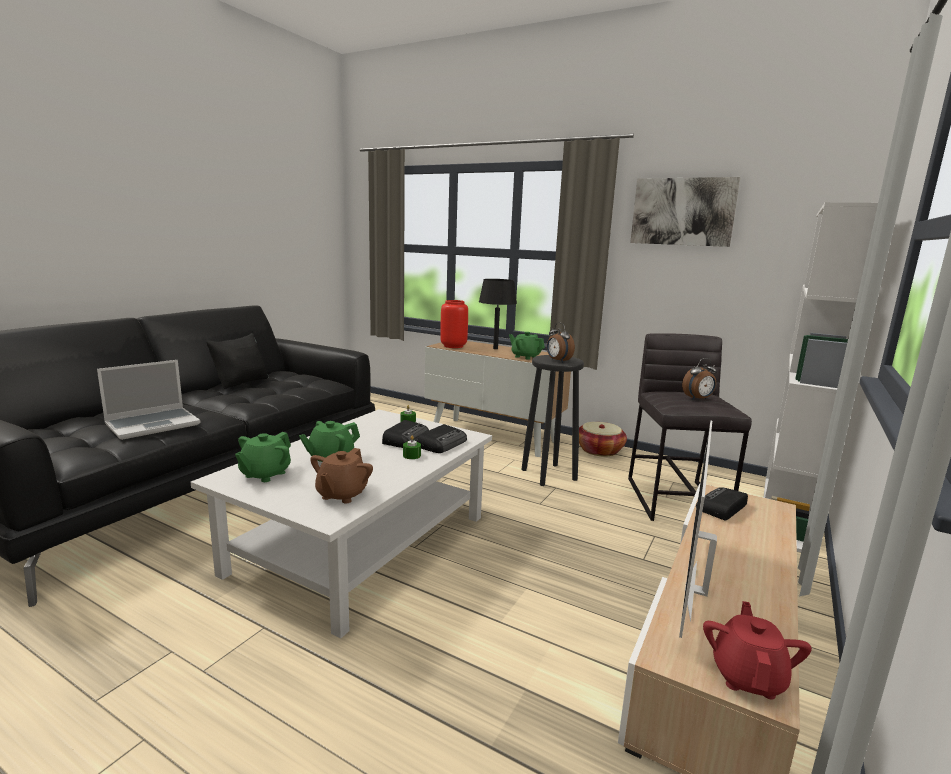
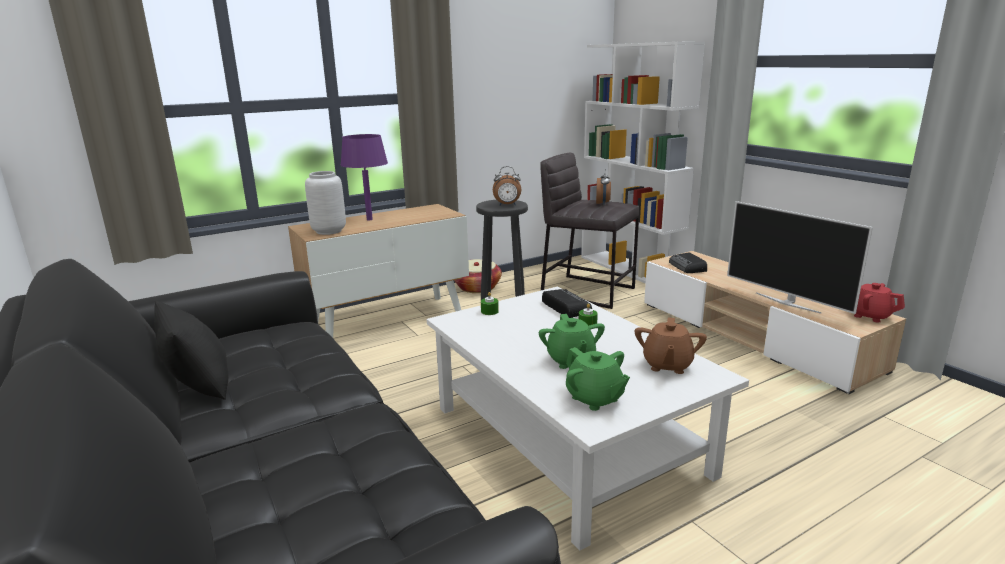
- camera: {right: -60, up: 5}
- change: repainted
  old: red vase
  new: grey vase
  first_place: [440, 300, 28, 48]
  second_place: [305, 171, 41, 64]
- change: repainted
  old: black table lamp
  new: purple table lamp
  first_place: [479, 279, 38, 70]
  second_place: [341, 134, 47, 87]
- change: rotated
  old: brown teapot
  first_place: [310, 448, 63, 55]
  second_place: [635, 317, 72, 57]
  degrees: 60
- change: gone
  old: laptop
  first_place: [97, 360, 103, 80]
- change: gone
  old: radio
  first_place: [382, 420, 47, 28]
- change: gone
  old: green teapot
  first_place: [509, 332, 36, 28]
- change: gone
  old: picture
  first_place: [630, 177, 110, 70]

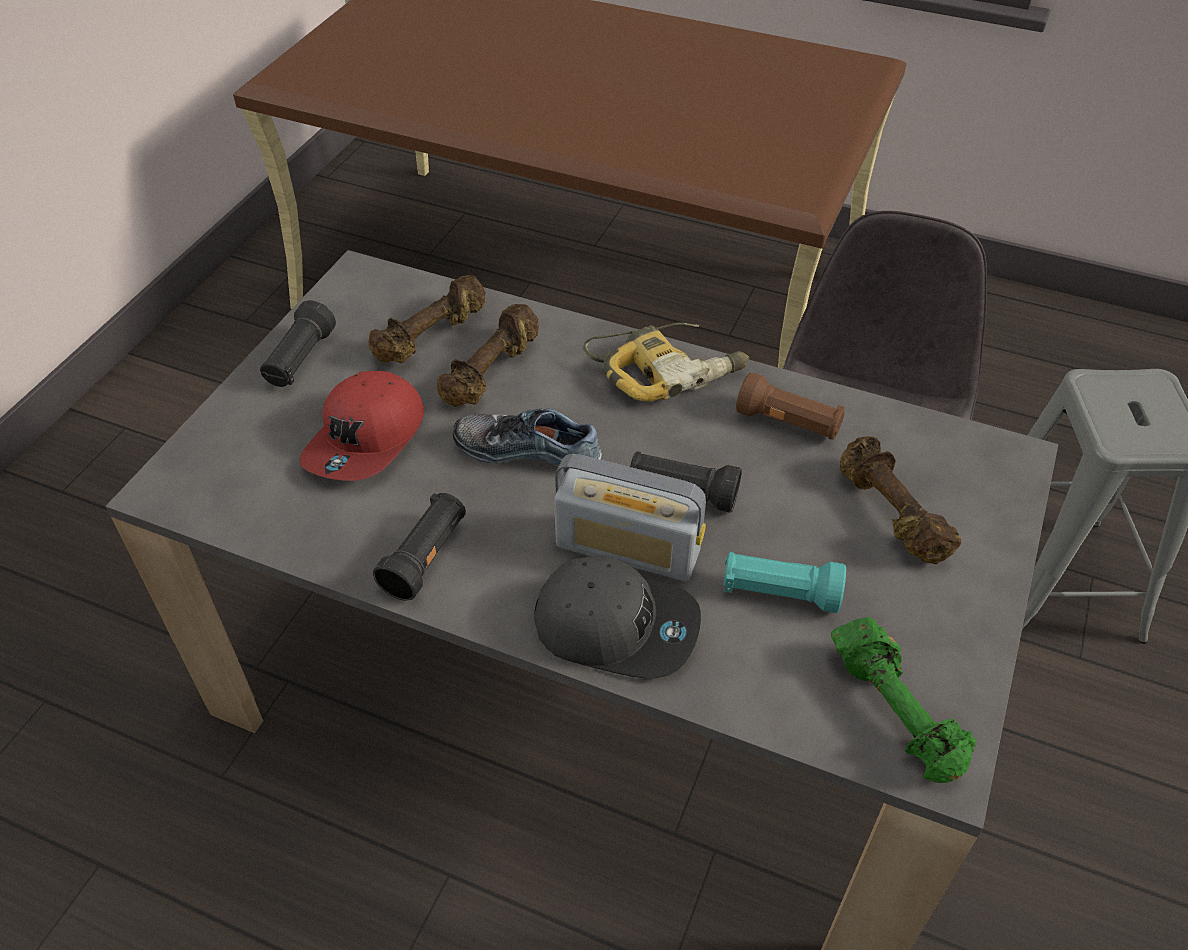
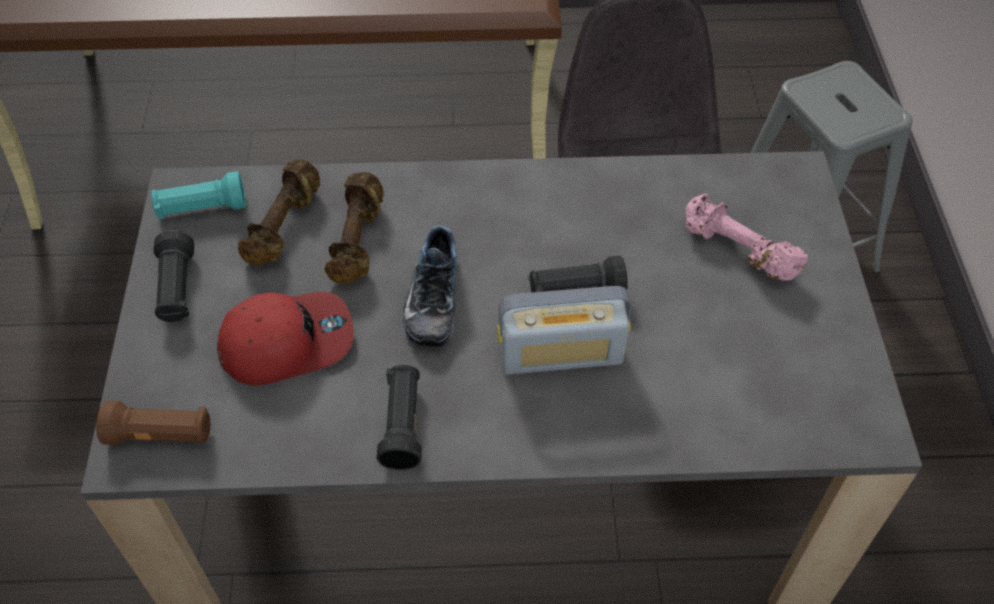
- camera: {right: -25, up: 5}
- change: shifted
  old: brown flashlight
  first_place: [736, 372, 109, 68]
  second_place: [96, 401, 114, 44]
- change: shifted
  old: turquoise flashlight
  first_place: [723, 552, 123, 61]
  second_place: [151, 171, 95, 49]
- change: rotated
  old: red cap
  first_place: [299, 371, 125, 110]
  second_place: [217, 292, 136, 94]
  degrees: -105
- change: rotated
  old: shoe
  first_place: [453, 409, 149, 63]
  second_place: [403, 225, 54, 122]
  degrees: -75
- change: repainted
  old: brown dumbbell
  new: pink dumbbell
  first_place: [840, 436, 121, 128]
  second_place: [685, 194, 123, 87]
- change: gone
  old: grey cap
  first_place: [534, 556, 167, 123]
- change: gone
  old: power drill
  first_place: [583, 322, 166, 80]
- change: gone
  old: green dumbbell
  first_place: [831, 617, 145, 166]

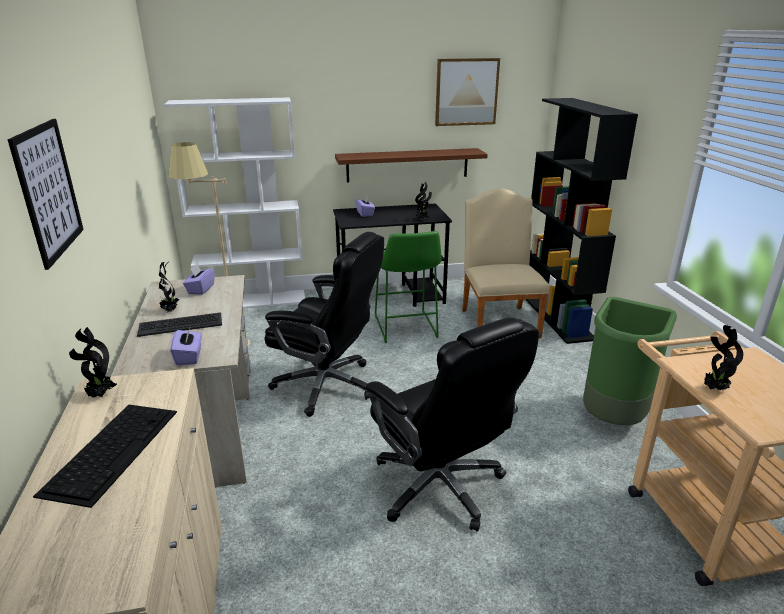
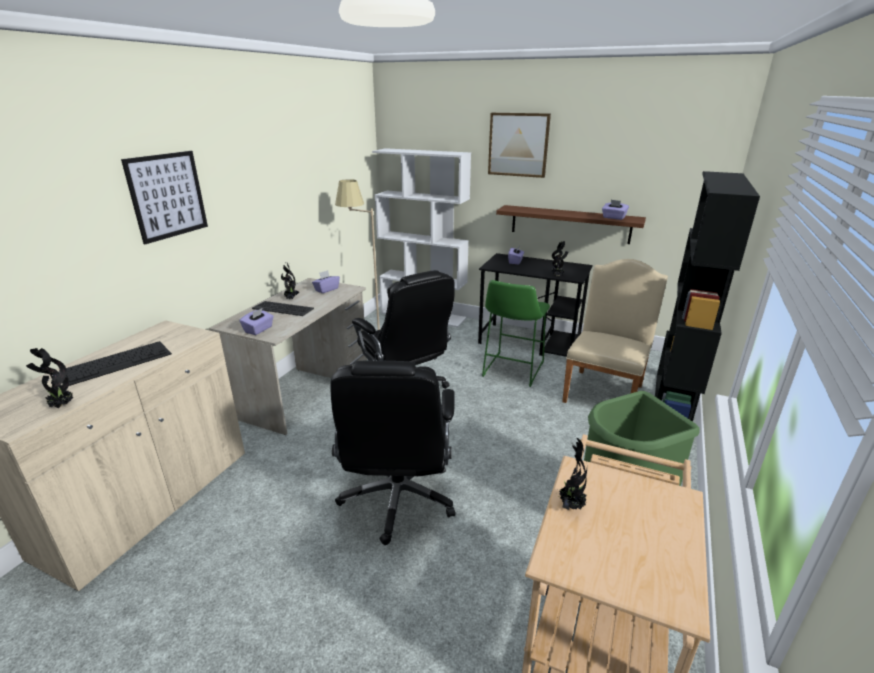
- camera: {right: 35, up: 0}
- change: shifted
  old: potted plant
  first_place: [69, 327, 48, 71]
  second_place: [26, 348, 47, 61]
- change: shifted
  old: picture
  first_place: [435, 58, 65, 68]
  second_place: [488, 113, 63, 65]
- change: new
  new: purple tissue box
  second_place: [602, 200, 27, 20]

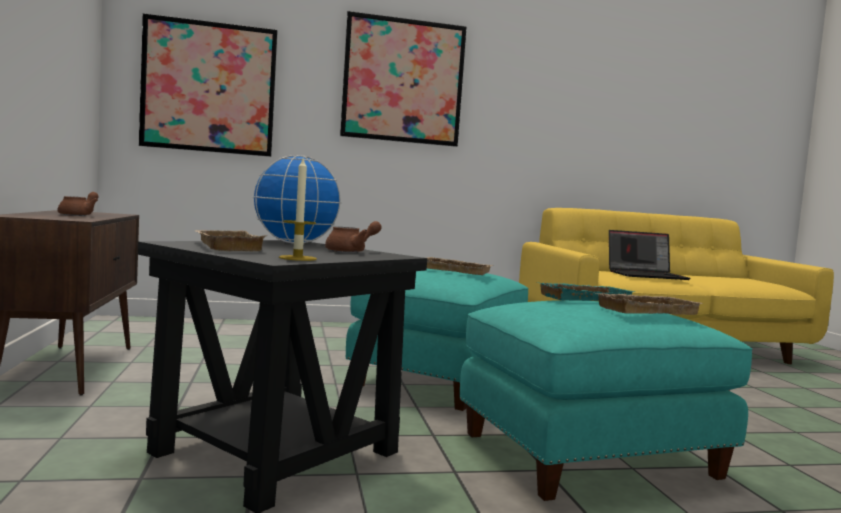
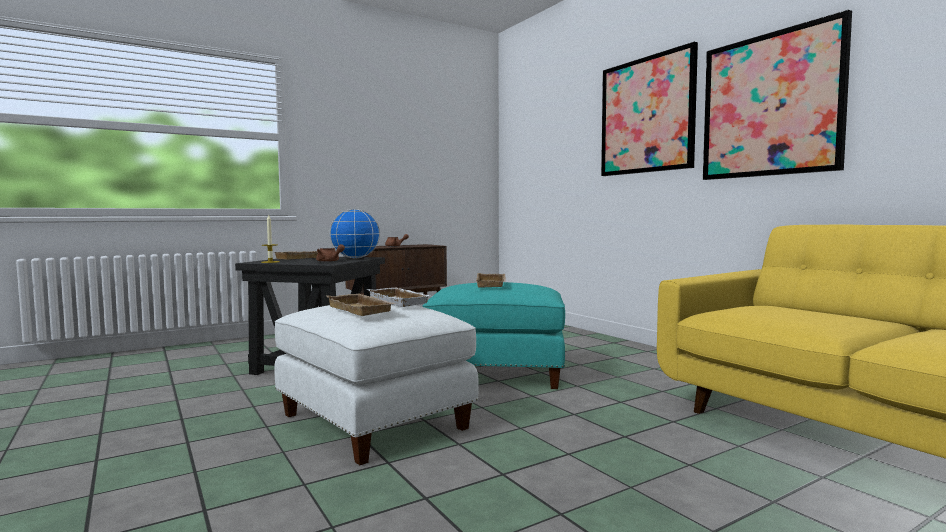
- camera: {right: 70, up: 0}
- change: repainted
  old: turquoise ottoman
  new: white ottoman
  first_place: [460, 300, 293, 201]
  second_place: [274, 304, 205, 161]
- change: repainted
  old: turquoise tray
  new: white tray
  first_place: [537, 282, 98, 19]
  second_place: [367, 287, 64, 20]
- change: shifted
  old: picture
  first_place: [139, 13, 139, 144]
  second_place: [703, 10, 149, 170]
- change: gone
  old: laptop
  first_place: [609, 230, 82, 50]

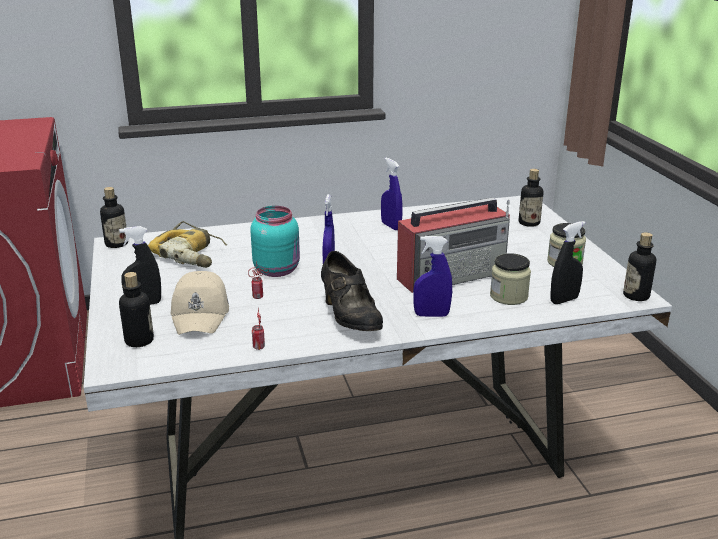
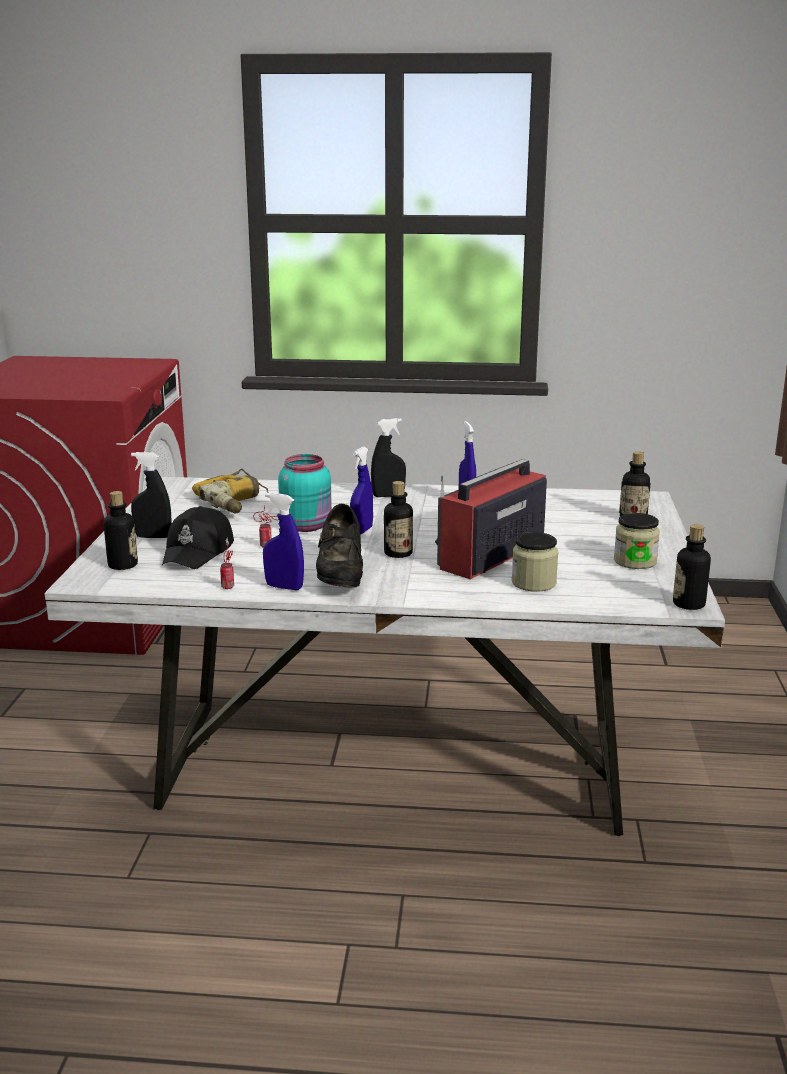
- camera: {right: 20, up: -5}
- change: repainted
  old: beige cap
  new: black cap
  first_place: [171, 271, 58, 64]
  second_place: [162, 506, 72, 63]
- change: shifted
  old: blue spray bottle
  first_place: [413, 236, 39, 81]
  second_place: [263, 492, 41, 98]
- change: shifted
  old: black spray bottle
  first_place: [550, 221, 36, 83]
  second_place: [371, 418, 35, 79]
- change: shifted
  old: bottle
  first_place: [100, 187, 28, 61]
  second_place: [384, 481, 29, 77]
- change: rotated
  old: radio
  first_place: [397, 197, 113, 96]
  second_place: [435, 459, 112, 120]
  degrees: 135

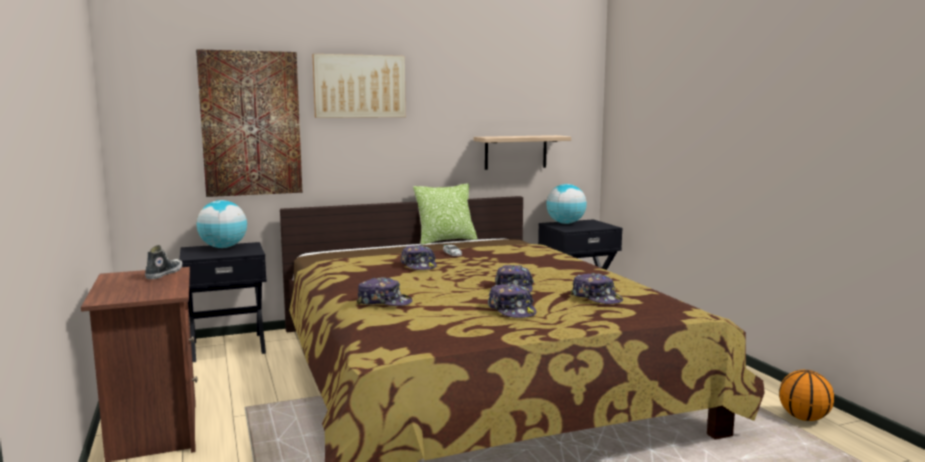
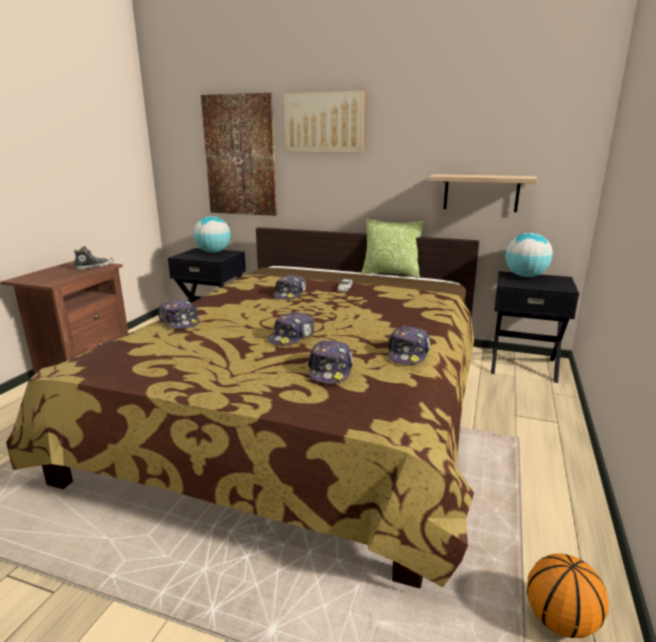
- camera: {right: 40, up: 10}
- change: shifted
  old: cap
  first_place: [488, 283, 49, 35]
  second_place: [387, 325, 43, 40]

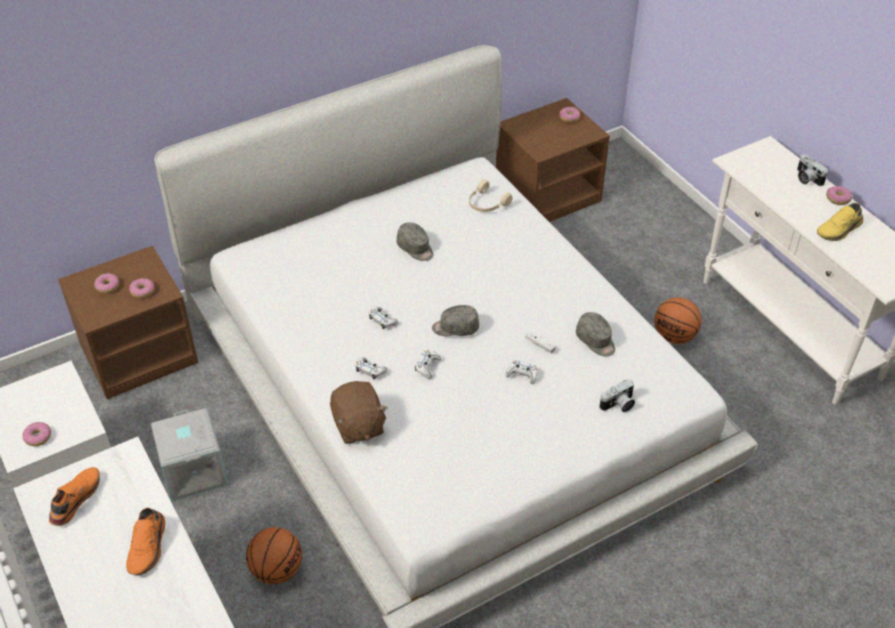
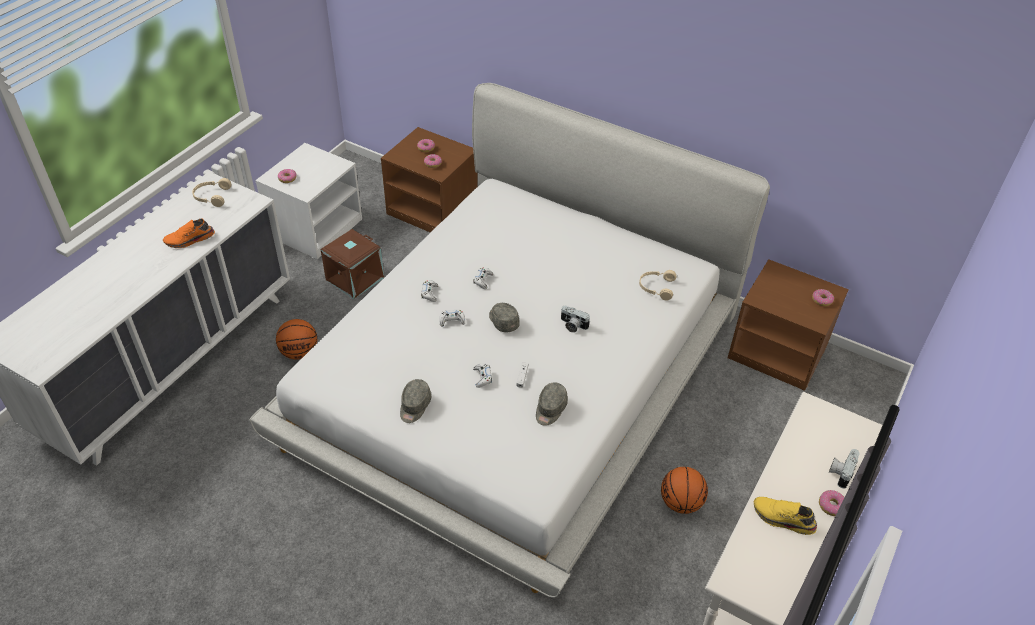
- camera: {right: 60, up: 0}
- change: swapped
  old: orange shoe
  new: beige headphones
  first_place: [49, 467, 51, 59]
  second_place: [192, 178, 39, 29]
- change: repainted
  old: grey storage box
  new: brown storage box
  first_place: [151, 408, 77, 94]
  second_place: [321, 229, 63, 70]
- change: shifted
  old: grey cap
  first_place: [397, 222, 36, 39]
  second_place: [400, 379, 31, 44]
- change: shifted
  old: photo camera
  first_place: [599, 379, 36, 33]
  second_place: [561, 306, 29, 27]
- change: gone
  old: brown plush toy
  first_place: [330, 381, 58, 63]

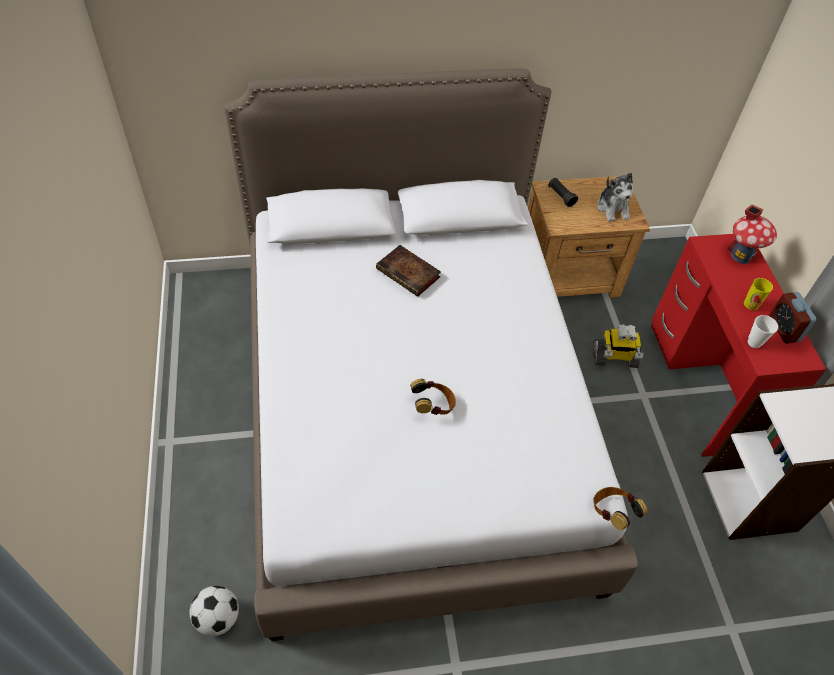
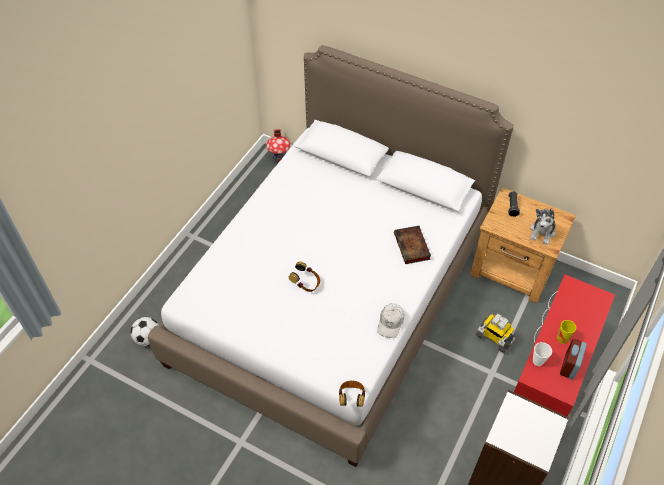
- camera: {right: 40, up: 0}
- change: shifted
  old: toy house
  first_place: [727, 204, 50, 60]
  second_place: [266, 129, 24, 34]
- change: new
  new: white cap
  second_place: [377, 303, 27, 35]
- change: shifted
  old: book
  first_place: [376, 245, 65, 52]
  second_place: [394, 226, 37, 38]

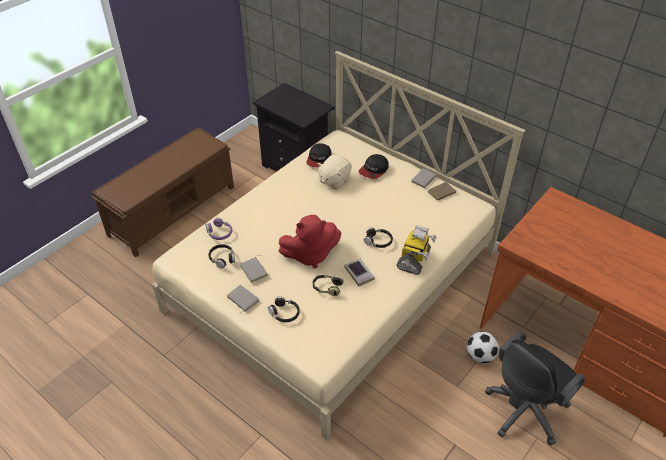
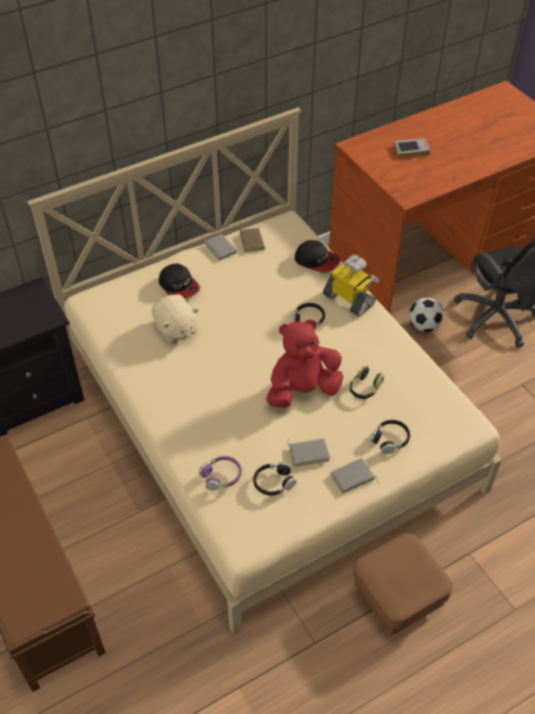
- camera: {right: -70, up: 5}
- change: rotated
  old: red plush toy
  first_place: [279, 215, 62, 54]
  second_place: [266, 319, 78, 89]
  degrees: -120
- change: shifted
  old: cap
  first_place: [306, 143, 26, 25]
  second_place: [295, 240, 46, 33]
- change: new
  new: brown ottoman
  second_place: [353, 533, 100, 102]
- change: shifted
  old: book
  first_place: [344, 259, 31, 28]
  second_place: [394, 138, 36, 19]

